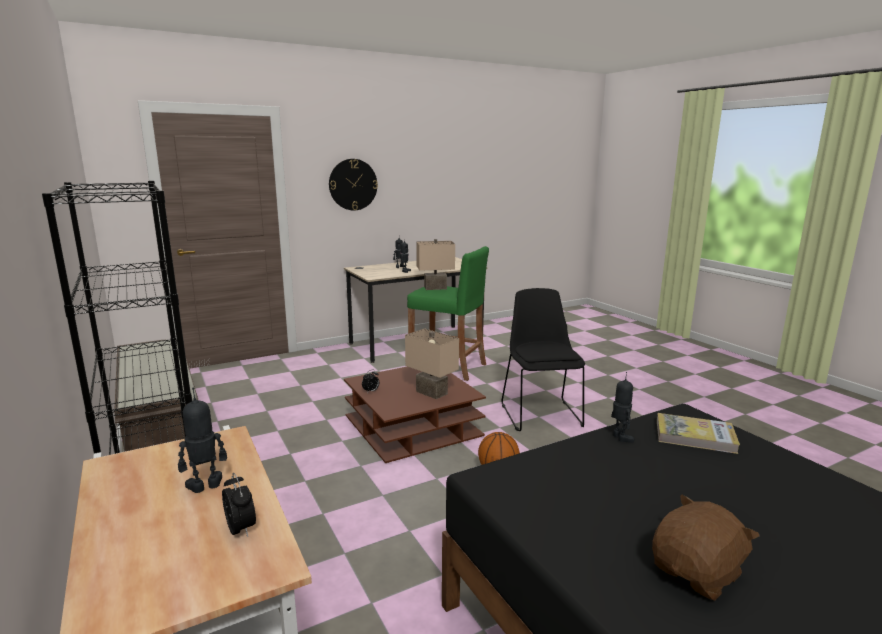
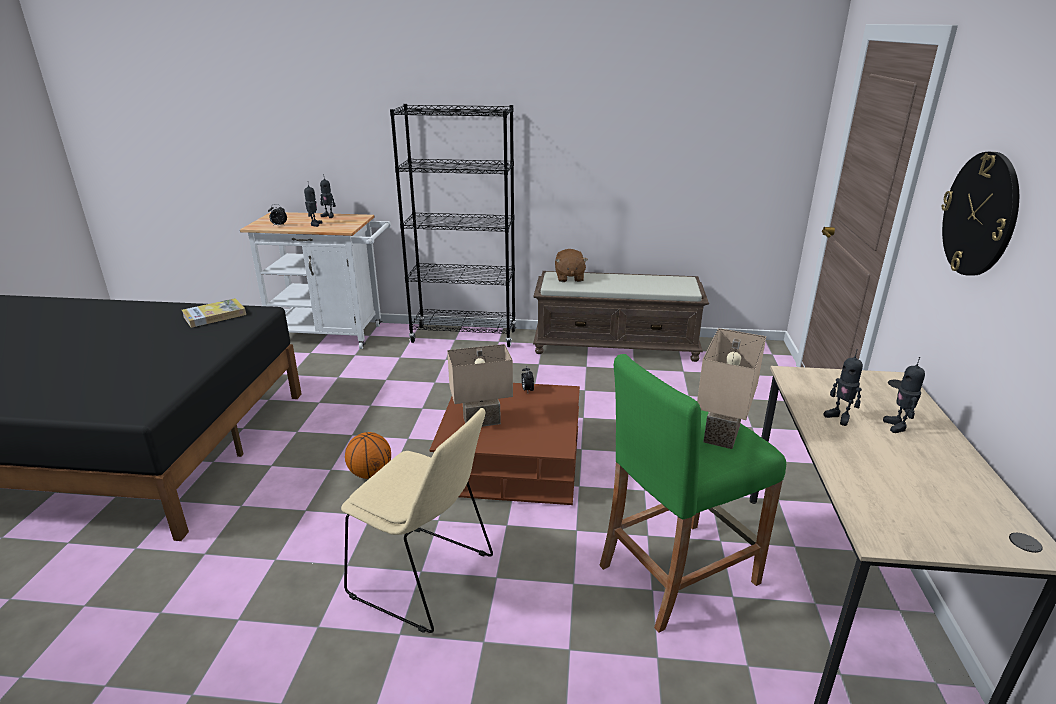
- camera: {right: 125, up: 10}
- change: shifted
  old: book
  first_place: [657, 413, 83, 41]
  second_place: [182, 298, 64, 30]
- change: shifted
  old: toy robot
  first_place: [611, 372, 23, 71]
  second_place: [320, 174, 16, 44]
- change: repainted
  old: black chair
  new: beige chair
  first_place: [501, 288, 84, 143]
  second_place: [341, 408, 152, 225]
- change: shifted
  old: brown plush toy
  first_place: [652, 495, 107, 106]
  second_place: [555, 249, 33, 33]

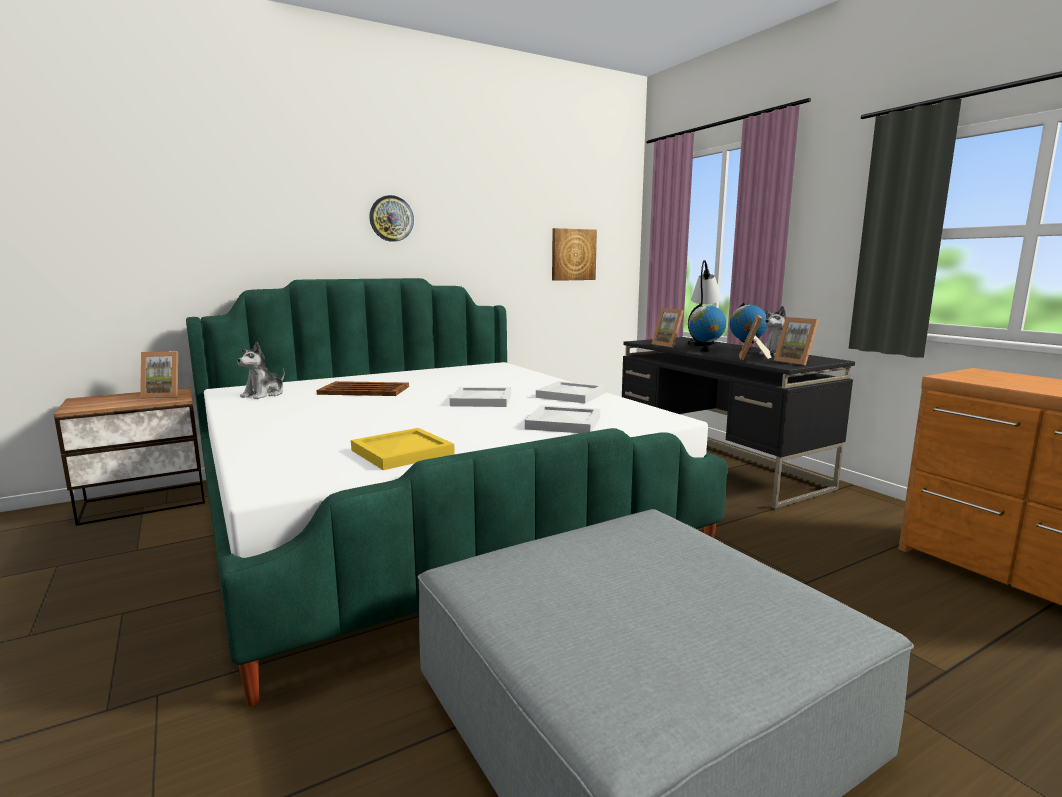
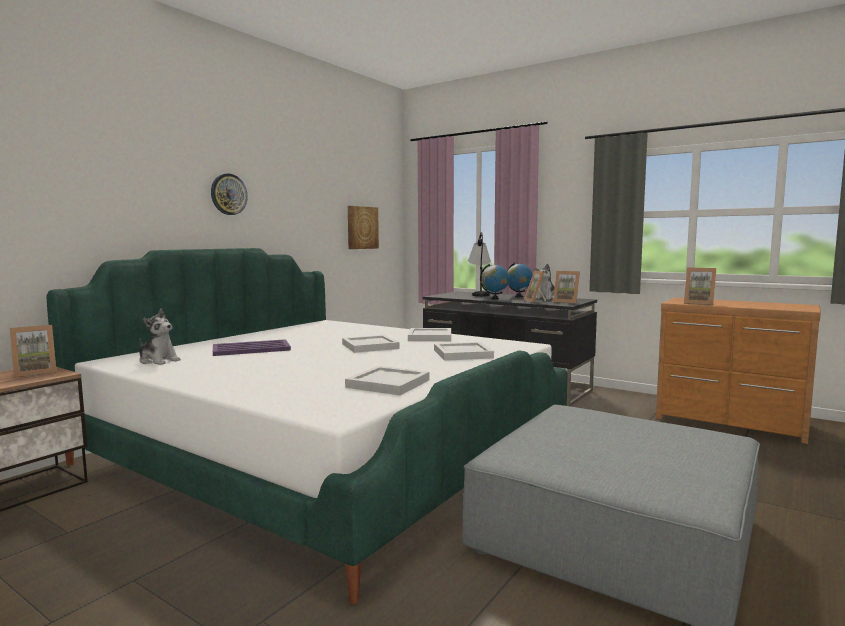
- camera: {right: -25, up: -5}
- change: rotated
  old: plush toy
  first_place: [237, 342, 47, 57]
  second_place: [139, 309, 42, 56]
  degrees: -60
- change: repainted
  old: brown tray
  new: purple tray
  first_place: [316, 381, 93, 15]
  second_place: [213, 339, 78, 17]
- change: repainted
  old: yellow tray
  new: white tray
  first_place: [351, 428, 104, 42]
  second_place: [345, 366, 85, 29]
- change: shifted
  old: picture frame
  first_place: [652, 308, 32, 40]
  second_place: [684, 268, 32, 37]

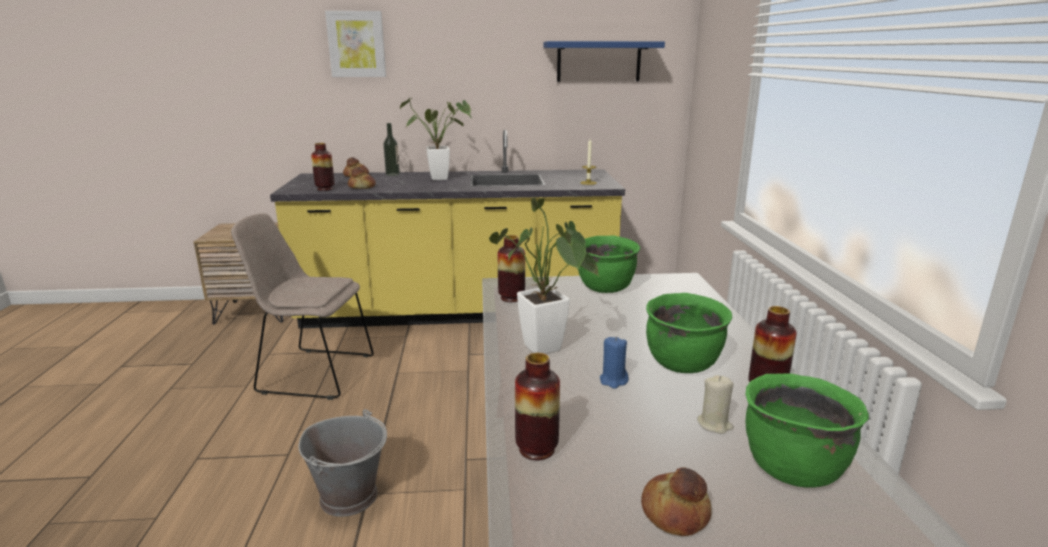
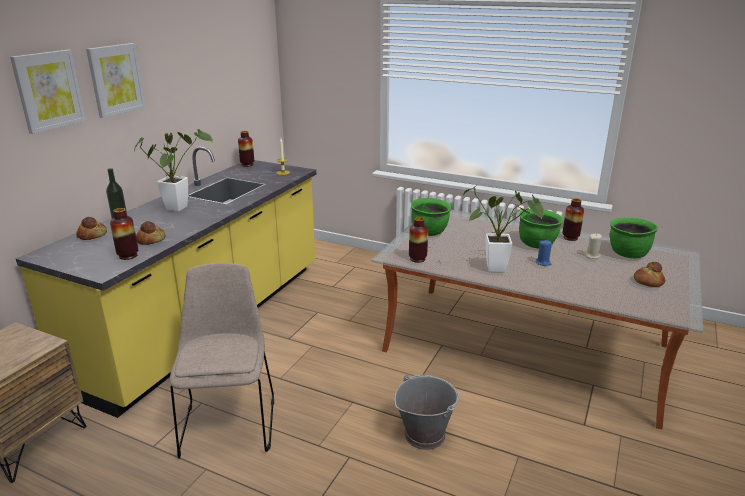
- camera: {right: -60, up: 5}
- change: new
  new: picture
  second_place: [86, 43, 60, 75]
- change: rotated
  old: beige chair
  first_place: [231, 213, 143, 187]
  second_place: [170, 263, 104, 196]
  degrees: 135
- change: shifted
  old: vase
  first_place: [515, 353, 45, 107]
  second_place: [238, 131, 16, 36]
- change: gone
  old: blue shelf
  first_place: [544, 41, 121, 41]

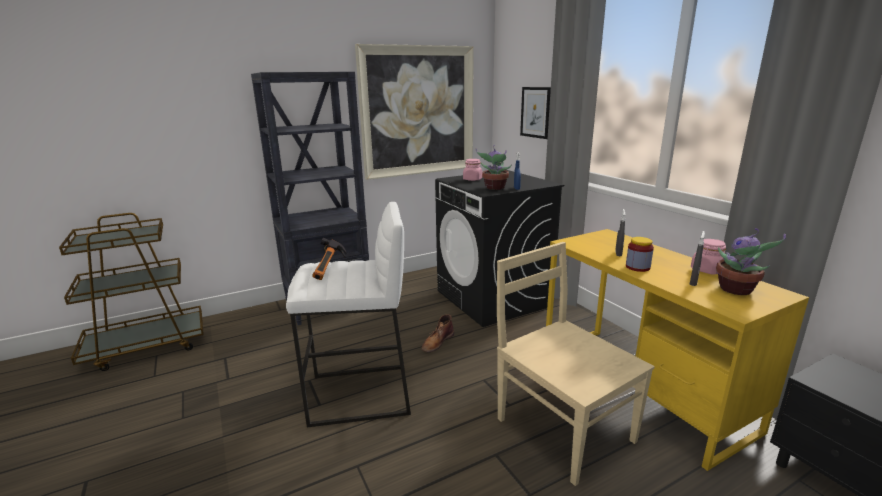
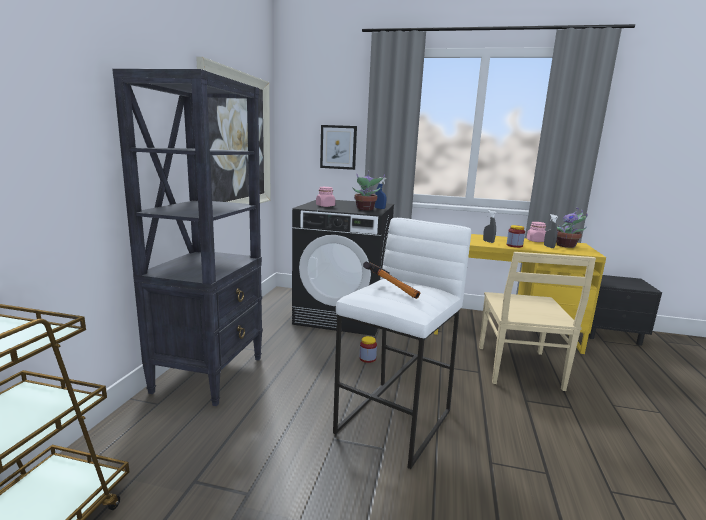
- camera: {right: -50, up: -5}
- change: swapped
  old: brown boot
  new: jar
  first_place: [422, 314, 32, 38]
  second_place: [359, 336, 18, 27]
- change: rotated
  old: beige chair
  first_place: [497, 242, 158, 244]
  second_place: [479, 252, 117, 139]
  degrees: -90

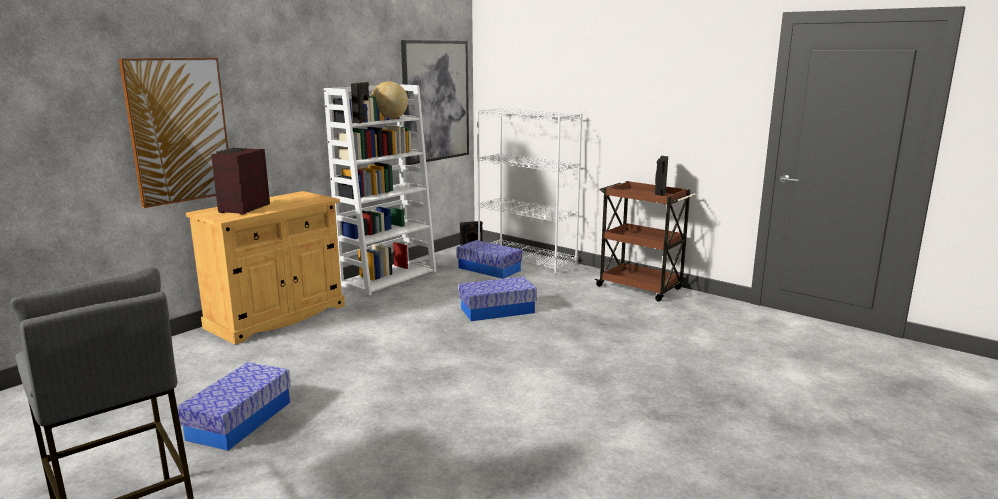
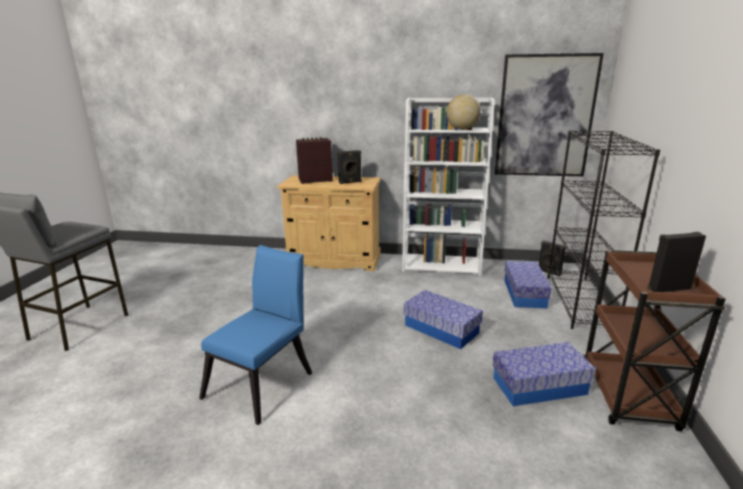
- camera: {right: 60, up: 5}
- change: new
  new: blue chair
  second_place: [199, 245, 113, 180]
- change: shifted
  old: black speaker
  first_place: [351, 82, 18, 42]
  second_place: [338, 150, 24, 34]
- change: shifted
  old: storage box
  first_place: [177, 362, 114, 89]
  second_place: [492, 342, 104, 64]
- change: repainted
  old: white bookcase
  new: black bookcase
  first_place: [477, 108, 106, 167]
  second_place: [547, 130, 113, 199]
- change: gone
  old: picture
  first_place: [119, 58, 109, 150]

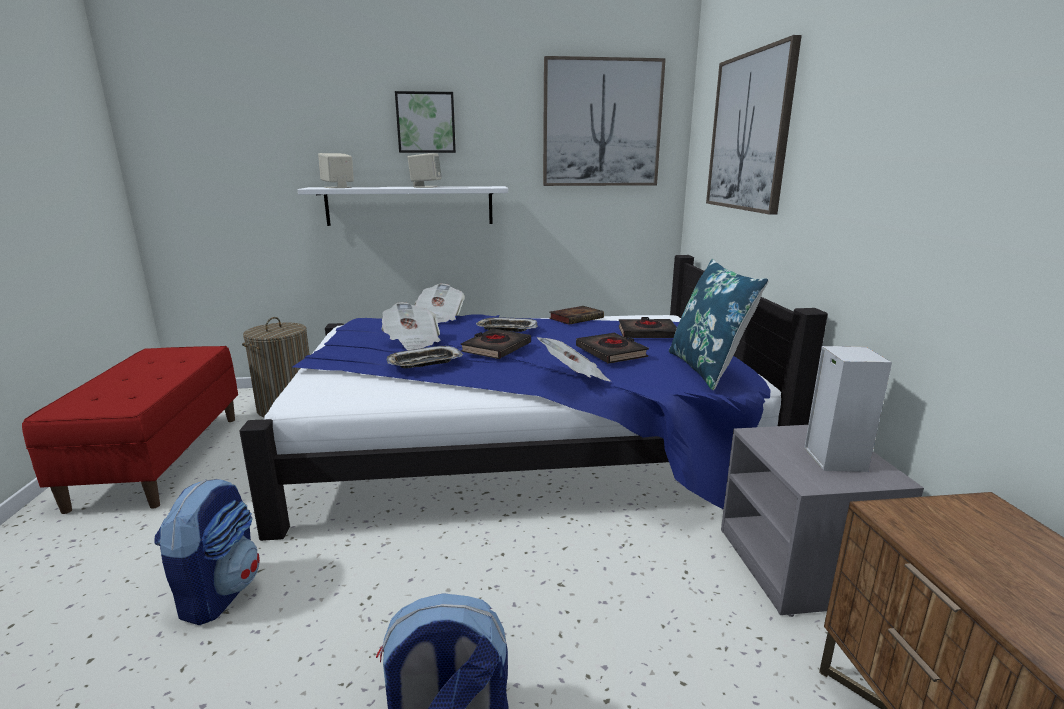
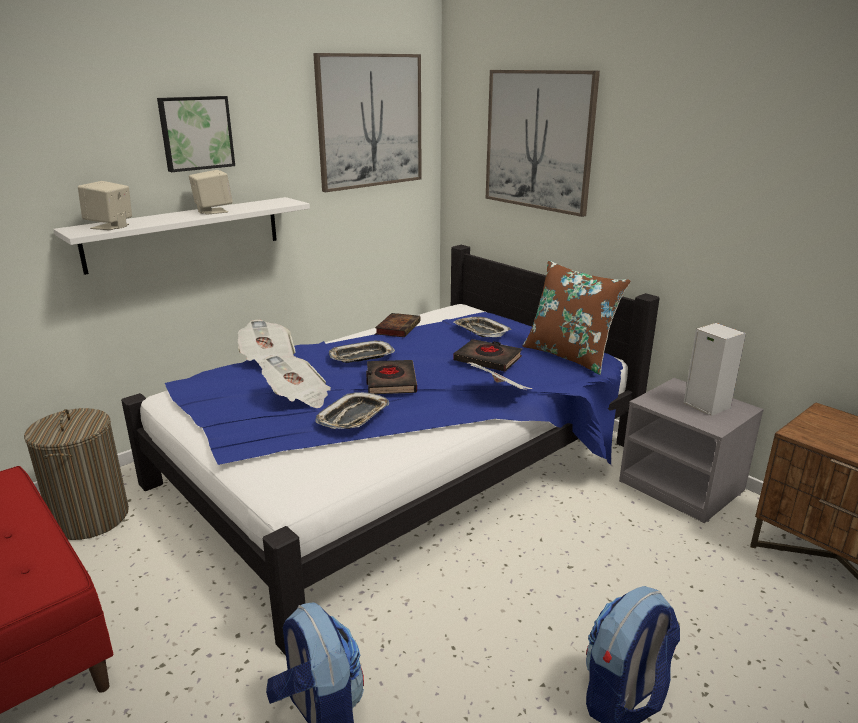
- camera: {right: -35, up: 5}
- change: swapped
  old: black book
  new: tray
  first_place: [618, 317, 59, 21]
  second_place: [454, 317, 57, 20]
- change: repainted
  old: blue pillow
  new: brown pillow
  first_place: [669, 259, 100, 132]
  second_place: [522, 260, 109, 115]

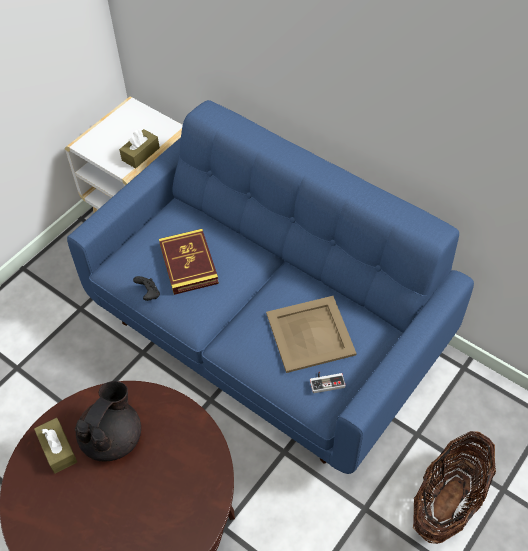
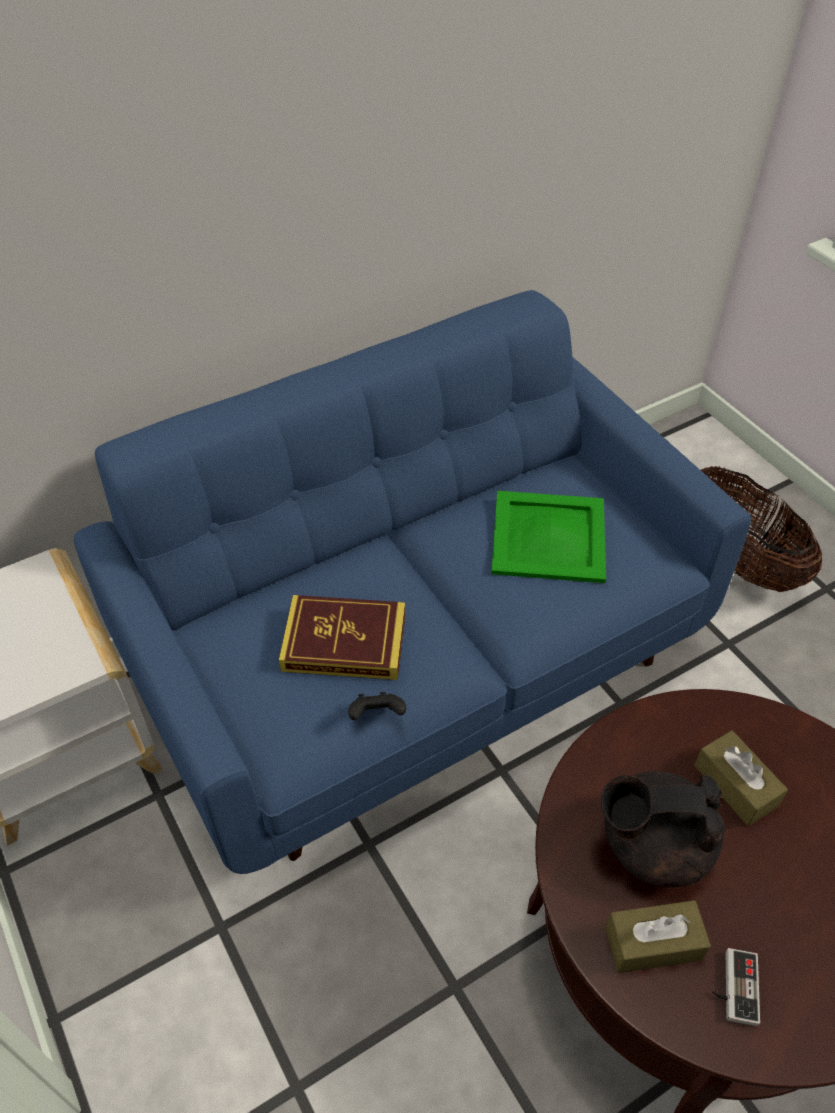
- camera: {right: -70, up: -5}
- change: repainted
  old: beige tray
  new: green tray
  first_place: [266, 296, 91, 77]
  second_place: [491, 491, 115, 92]
- change: rotated
  old: black teapot
  first_place: [75, 381, 66, 80]
  second_place: [601, 771, 126, 116]
  degrees: -45
- change: shifted
  old: brown tissue box
  first_place: [119, 129, 41, 39]
  second_place: [694, 730, 94, 96]
- change: shifted
  old: game controller
  first_place: [310, 372, 36, 21]
  second_place: [712, 948, 48, 78]

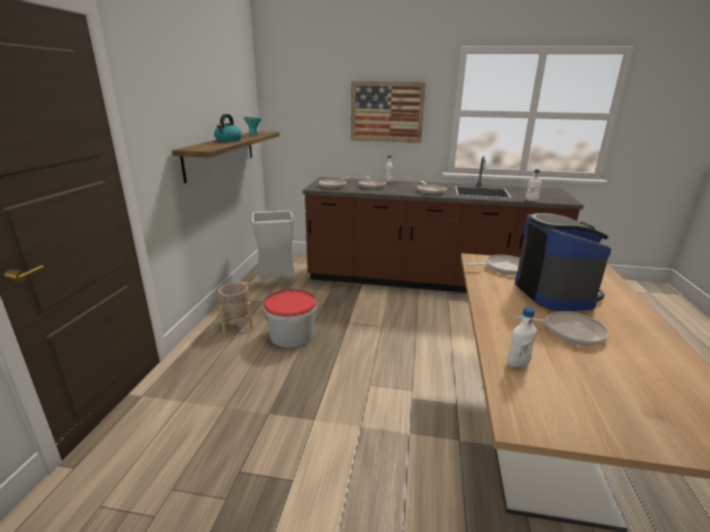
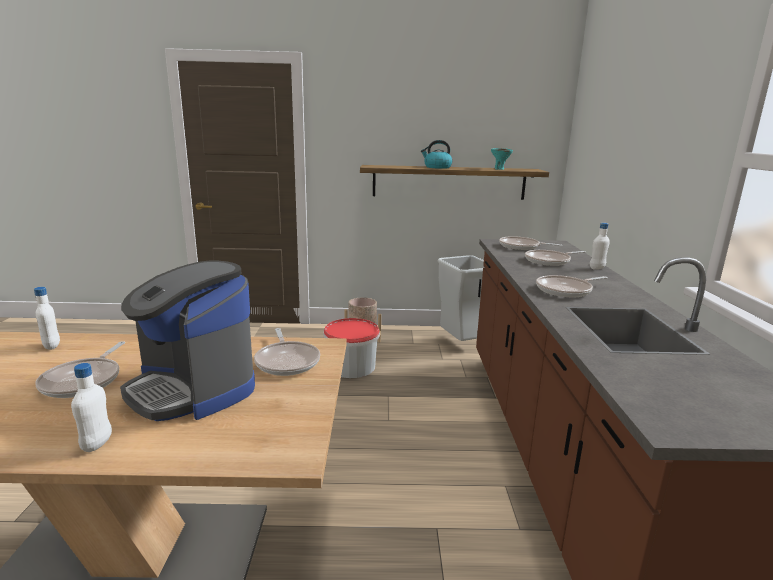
- camera: {right: 80, up: -5}
- change: shifted
  old: white bottle
  first_place: [525, 169, 17, 32]
  second_place: [71, 363, 41, 89]
- change: rotated
  old: coffee machine
  first_place: [515, 213, 96, 98]
  second_place: [120, 261, 135, 160]
  degrees: 60
- change: gone
  old: picture
  first_place: [351, 81, 75, 62]

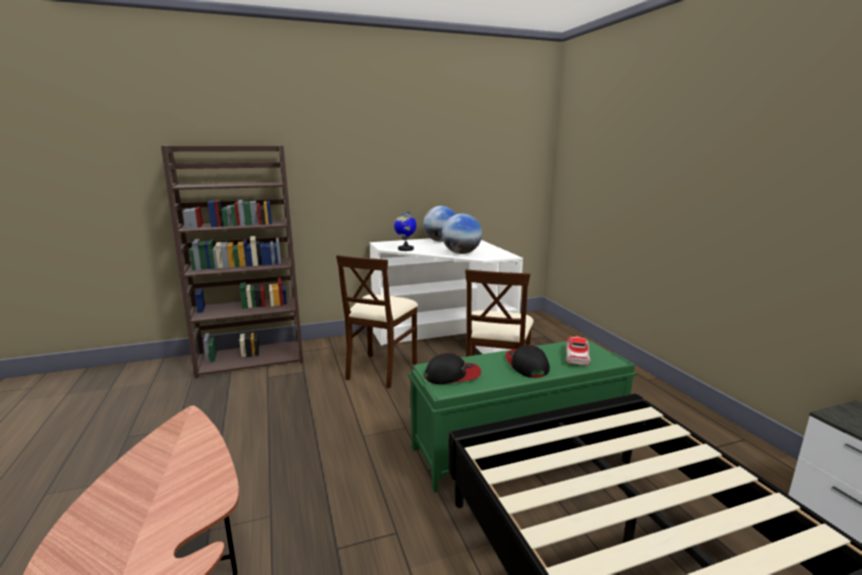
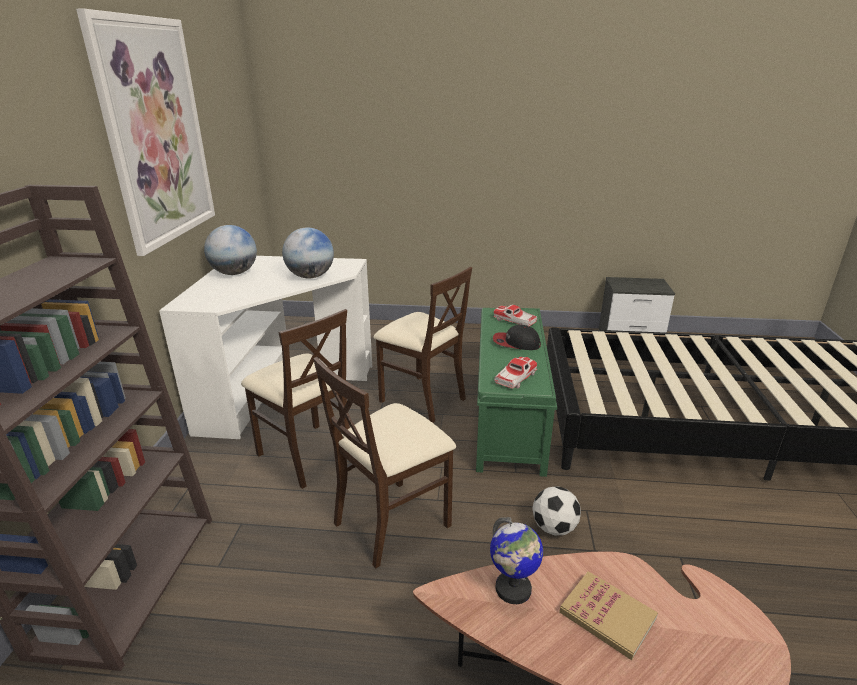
- camera: {right: -65, up: 10}
- change: new
  new: picture
  second_place: [76, 9, 139, 247]
- change: new
  new: beige chair
  second_place: [313, 357, 143, 211]
- change: shifted
  old: globe
  first_place: [394, 211, 22, 40]
  second_place: [490, 517, 53, 87]
- change: swapped
  old: cap
  new: toy car
  first_place: [425, 353, 56, 31]
  second_place: [494, 357, 43, 32]
- change: new
  new: football
  second_place: [532, 487, 49, 49]
- change: new
  new: book
  second_place: [559, 571, 99, 89]

